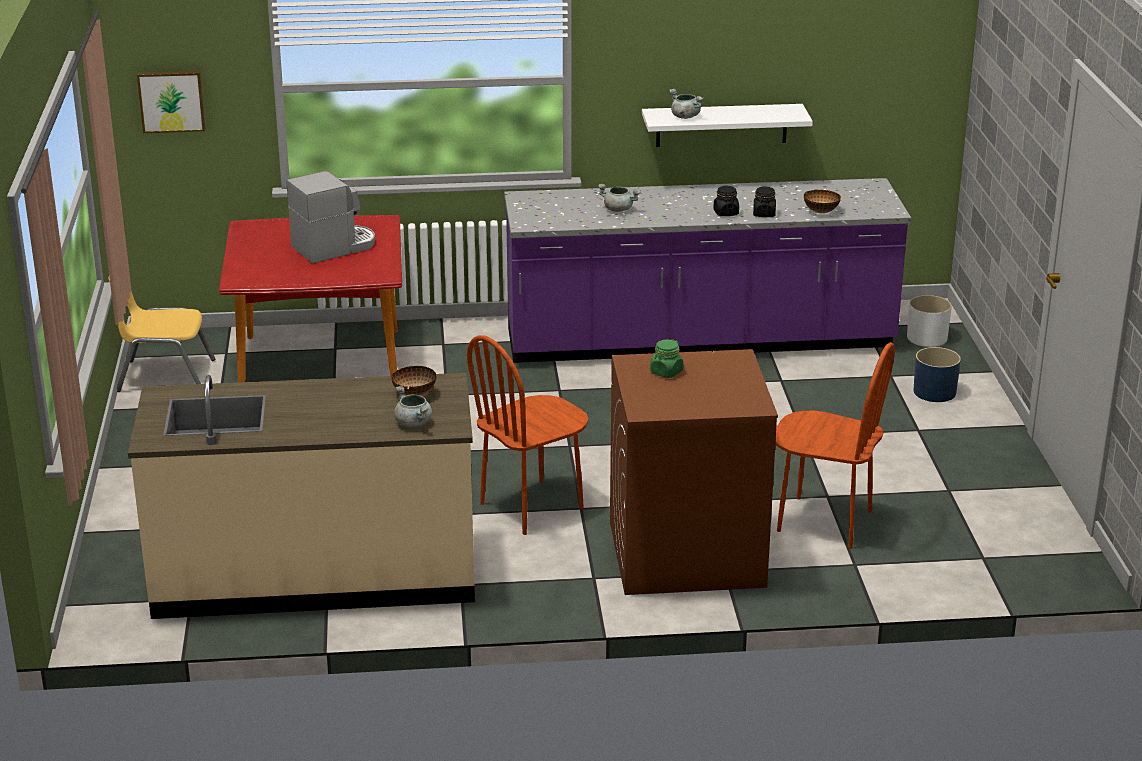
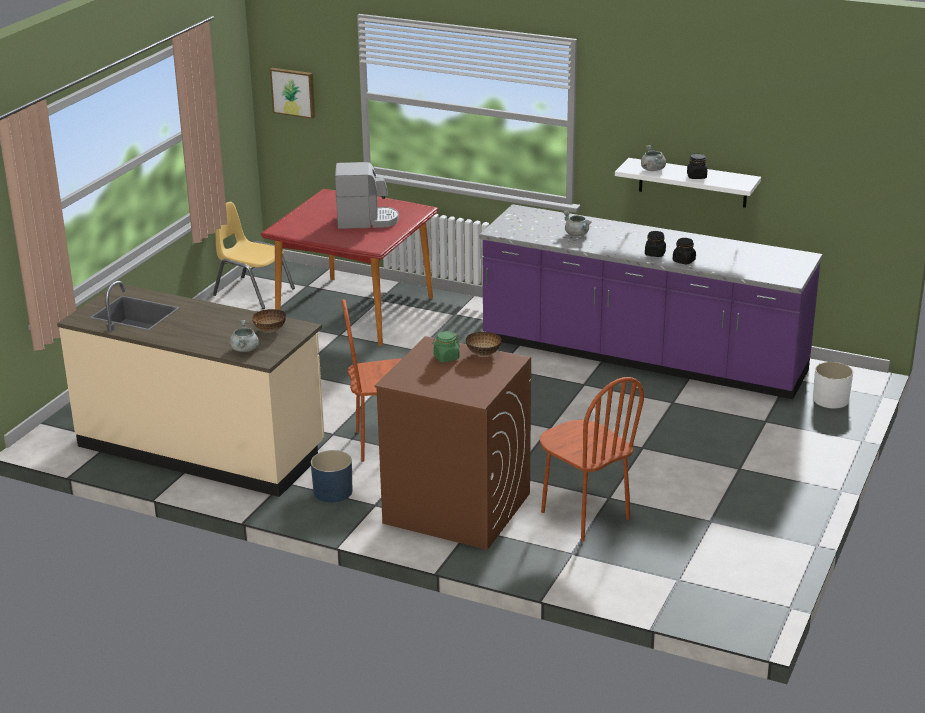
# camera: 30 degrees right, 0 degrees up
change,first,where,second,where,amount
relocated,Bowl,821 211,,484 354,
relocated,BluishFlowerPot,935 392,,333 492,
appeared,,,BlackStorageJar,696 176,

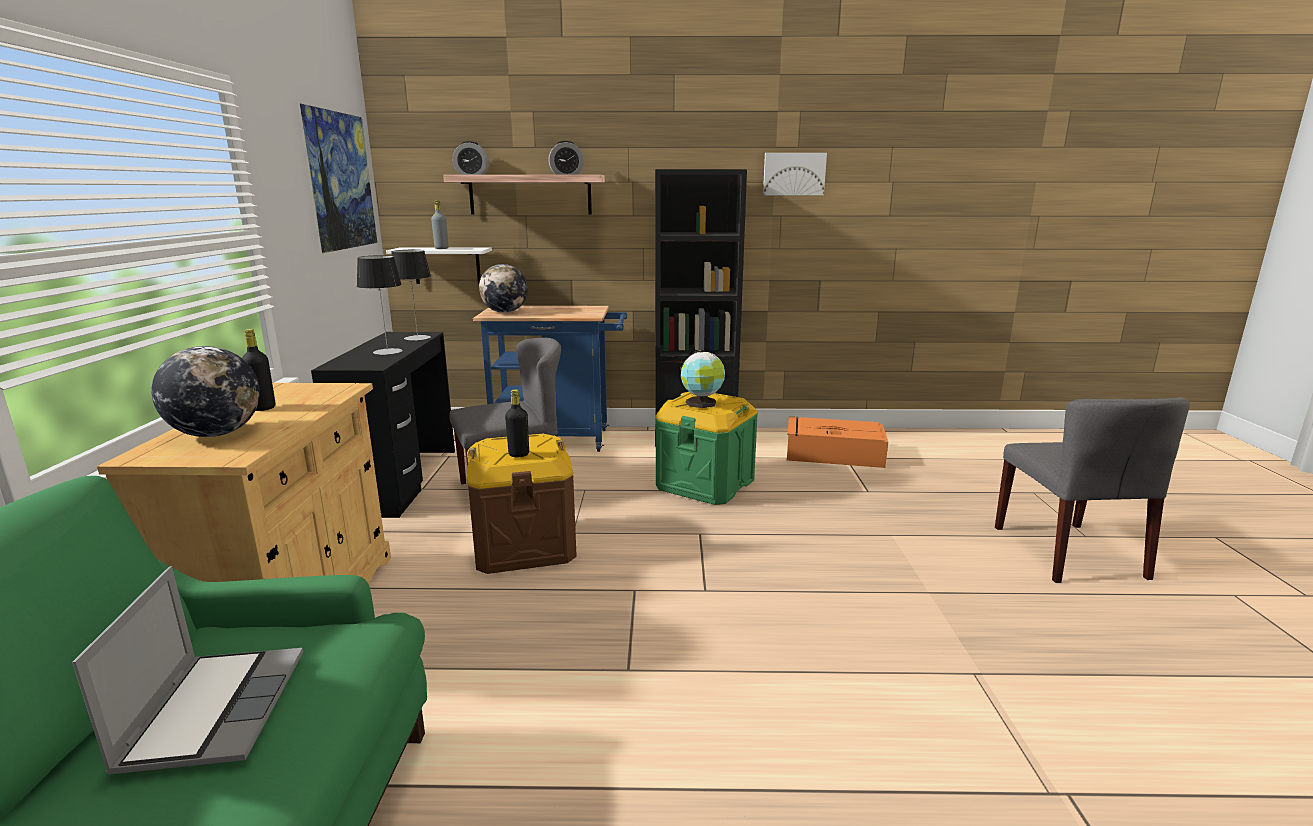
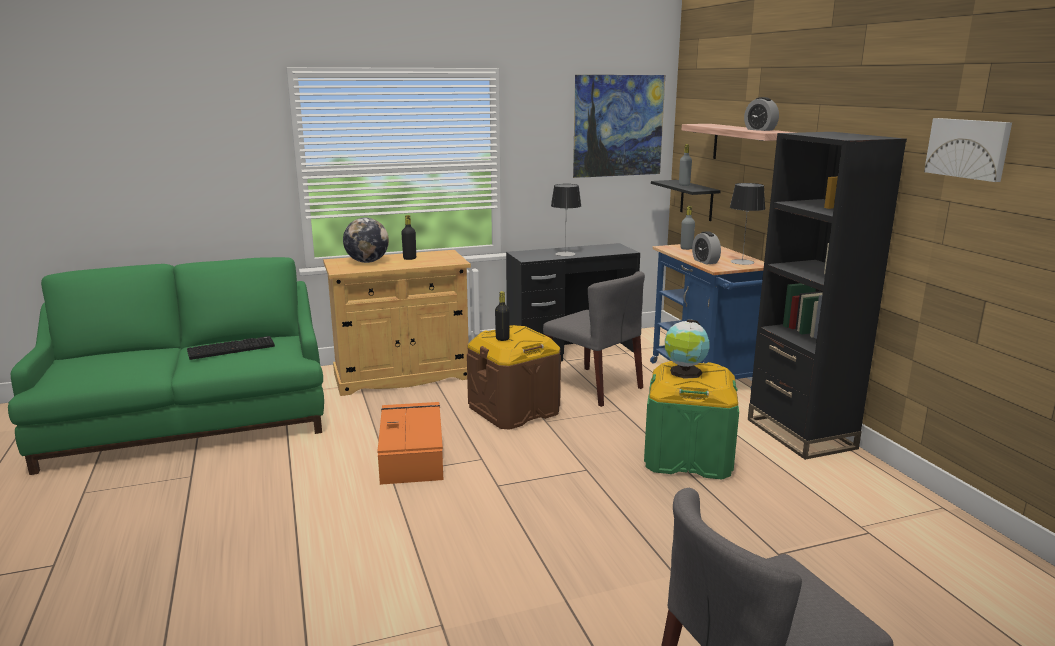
# camera: 70 degrees right, 0 degrees up
change,first,where,second,where,amount
relocated,TableClock,472 174,,705 261,
colour,WhiteWallShelf,447 265,BlackWallShelf,696 200,
relocated,TableLamp,417 338,,742 262,
exchanged,DeskGlobe,505 312,GreyDrinkBottle,686 248,
relocated,OrangeyStorageContainer,832 454,,412 454,
exchanged,NotebookComputer,214 709,Keyboard,232 348,

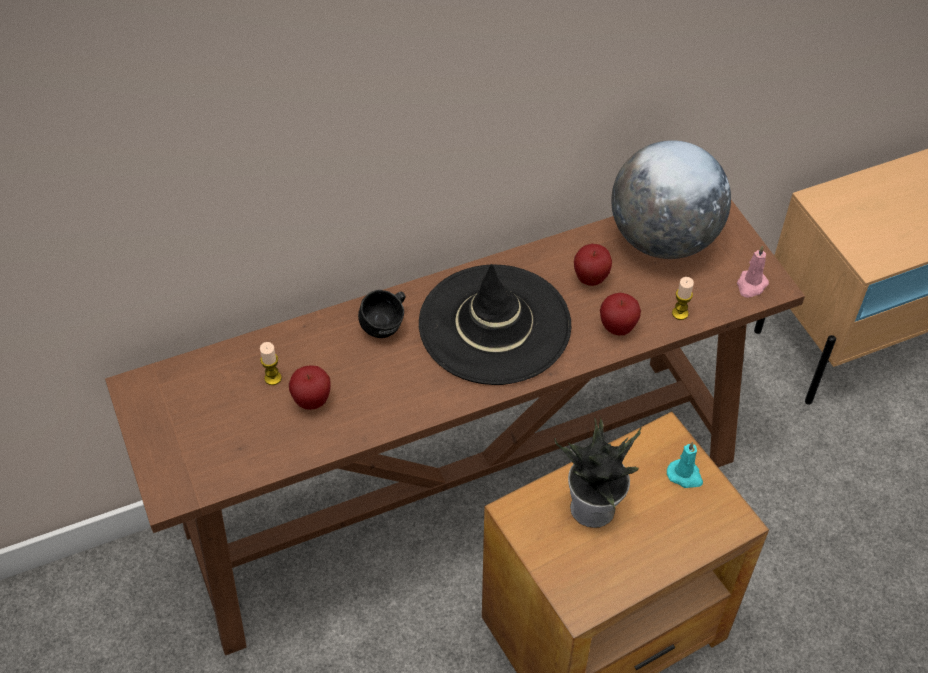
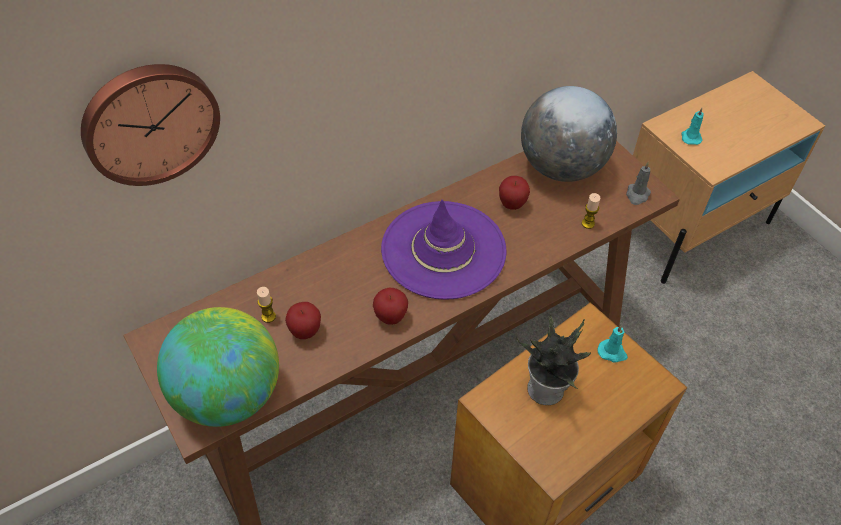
# camera: 10 degrees left, 0 degrees up
change,first,where,second,where,amount
colour,PinkColouredWaxLight,751 285,GreyWaxLight,637 195,
colour,BlackWearableHat,495 325,PurpleWearableHat,443 250,
missing,BlackTeaMug,387 325,,,
relocated,AppleFruit,617 328,,390 317,
appeared,,,HangingClock,149 122,
appeared,,,BlueGreenWaxLight,690 137,
appeared,,,DeskGlobe,228 395,

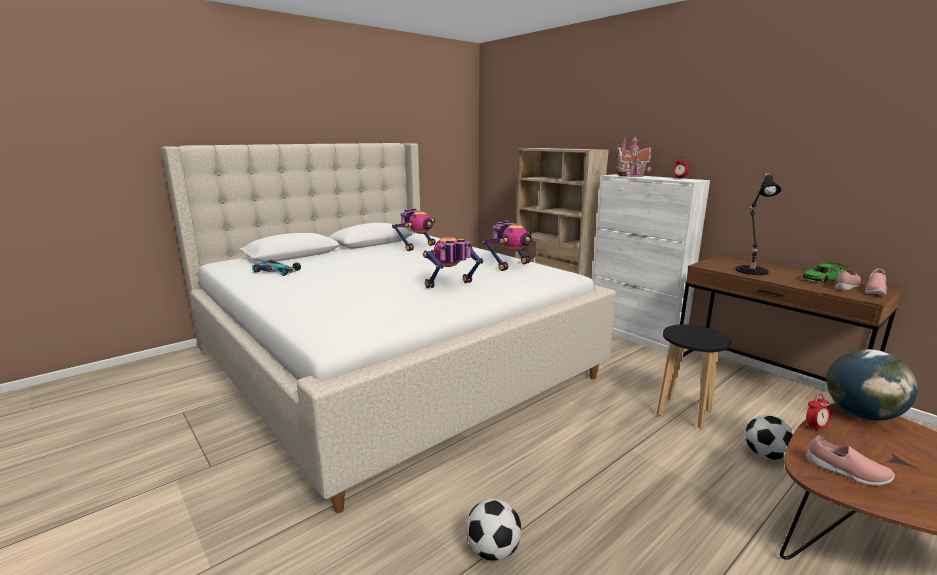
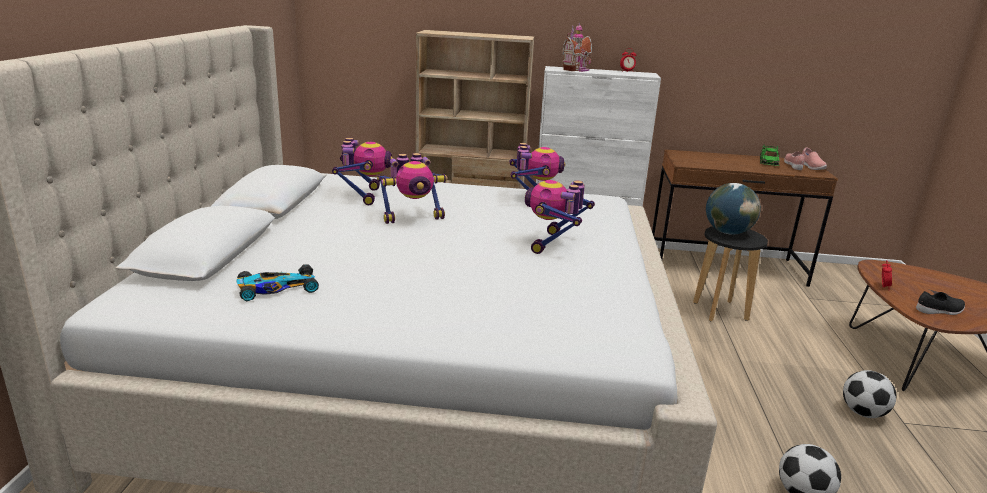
# camera: 45 degrees left, 5 degrees up
change,first,where,second,where,amount
missing,BlackTableLamp,750 270,,,
relocated,DeskGlobe,860 414,,727 232,
relocated,Football,765 455,,863 413,
colour,PinkColouredItemOfFootwear,846 473,BlackItemOfFootwear,939 311,
appeared,,,ToyRobot,412 218,

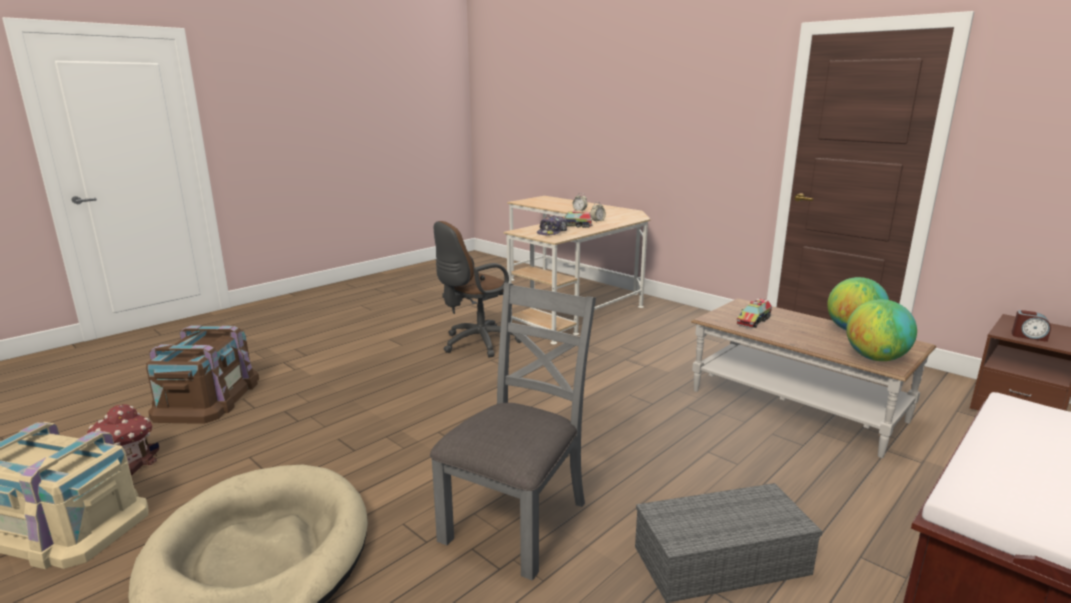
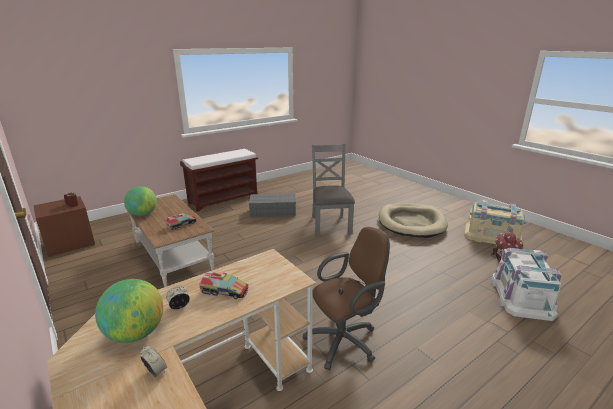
# camera: 170 degrees left, 5 degrees up
change,first,where,second,where,amount
missing,BaseballCap,552 232,,,
spun,GreyChair,517 521,,330 224,135 degrees clockwise
relocated,DeskGlobe,875 358,,136 333,
colour,BrownStorageContainer,207 397,WhiteStorageContainer,522 296,

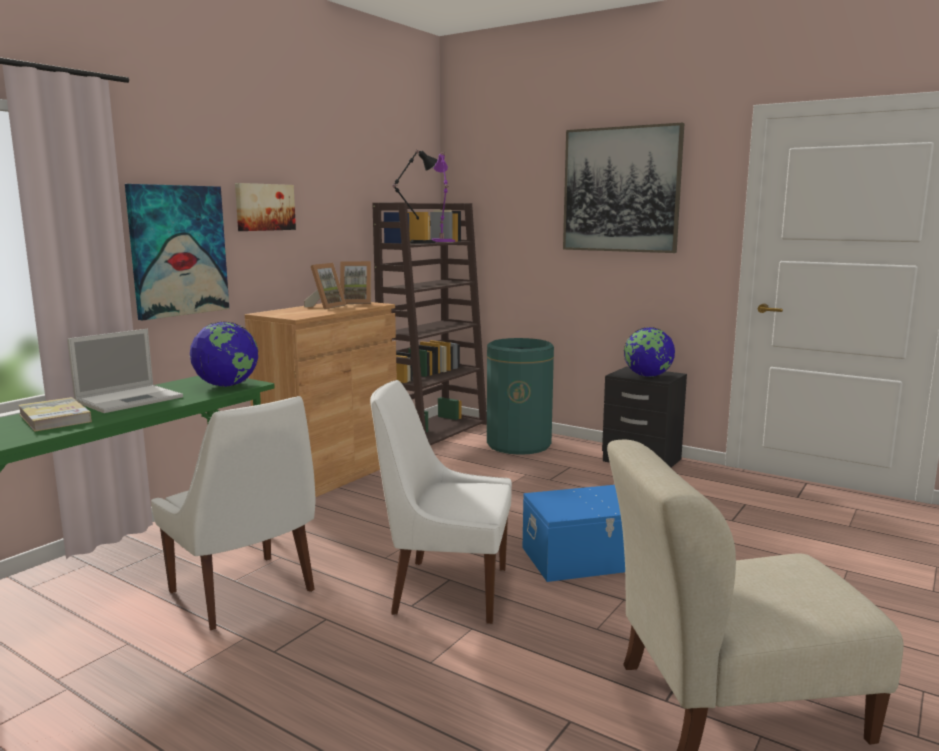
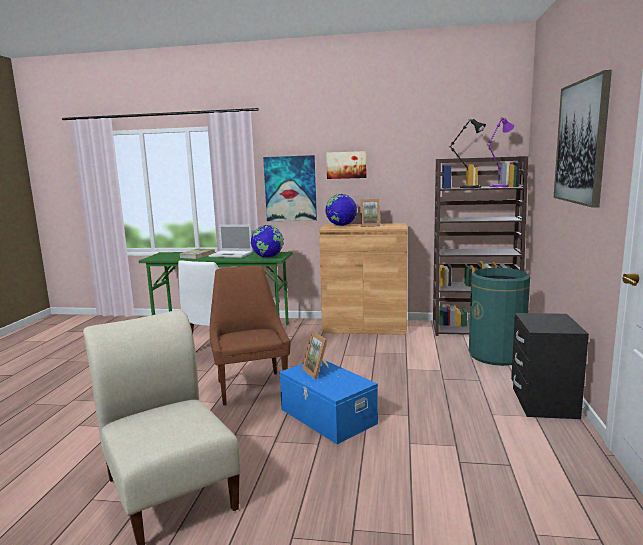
# camera: 65 degrees right, 0 degrees up
change,first,where,second,where,amount
relocated,PhotoFrame,356 302,,318 371,
relocated,DeskGlobe,647 376,,341 225,
colour,WhiteChair,445 590,BrownChair,251 386,

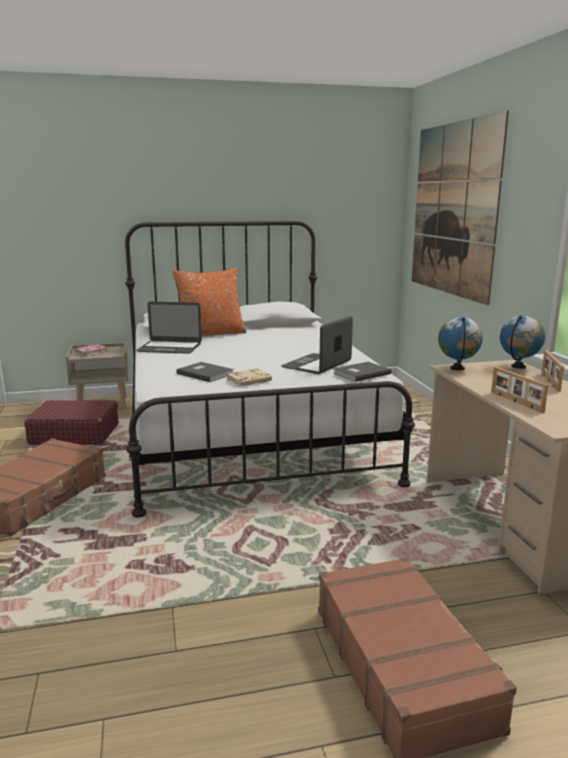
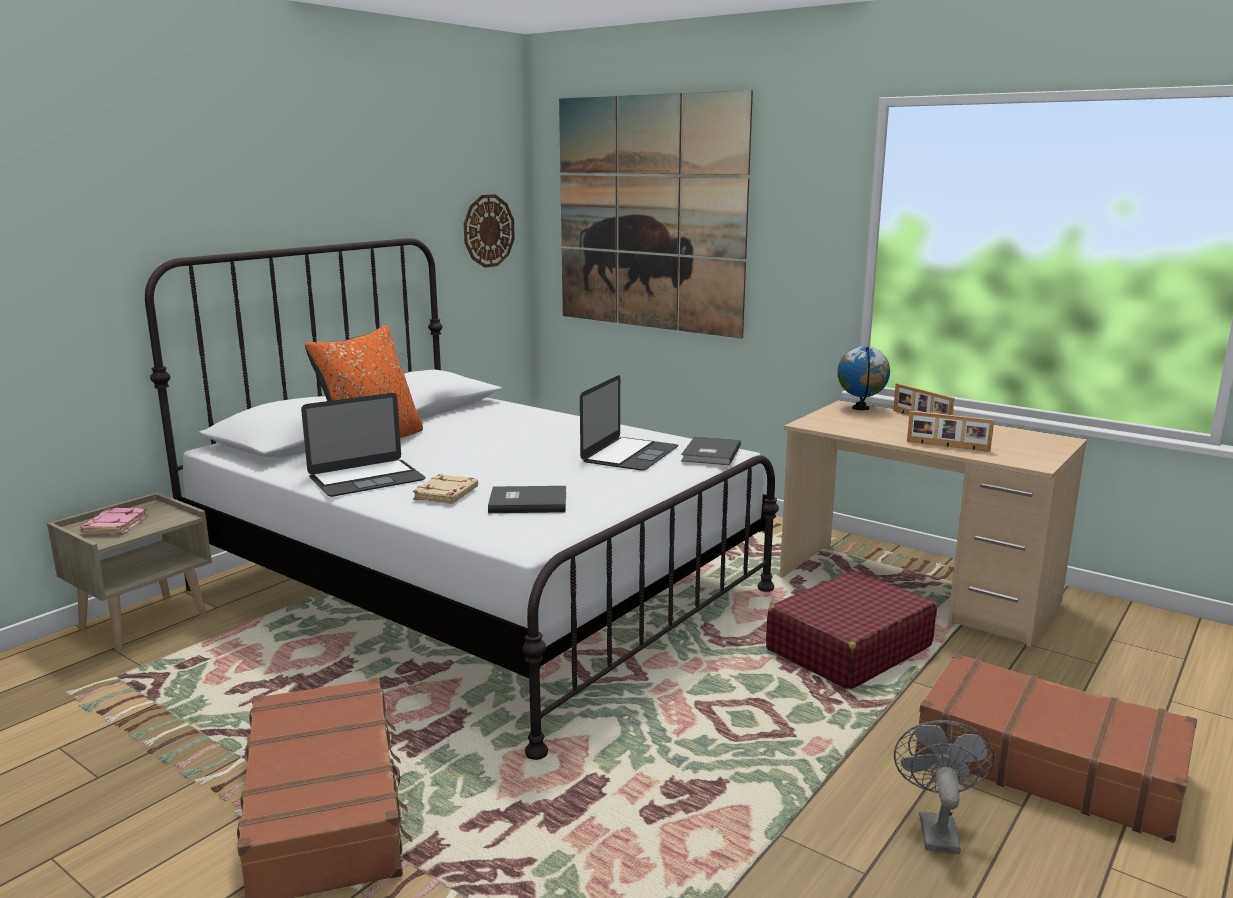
# camera: 40 degrees left, 0 degrees up
change,first,where,second,where,amount
spun,NotebookComputer,317 364,,630 454,150 degrees counterclockwise
missing,DeskGlobe,457 368,,,
relocated,BeigeColouredVolume,249 381,,446 495,
relocated,RedPieceOfLuggage,74 434,,848 648,
appeared,,,HangingClock,488 231,
appeared,,,GreyCoolingFan,936 828,

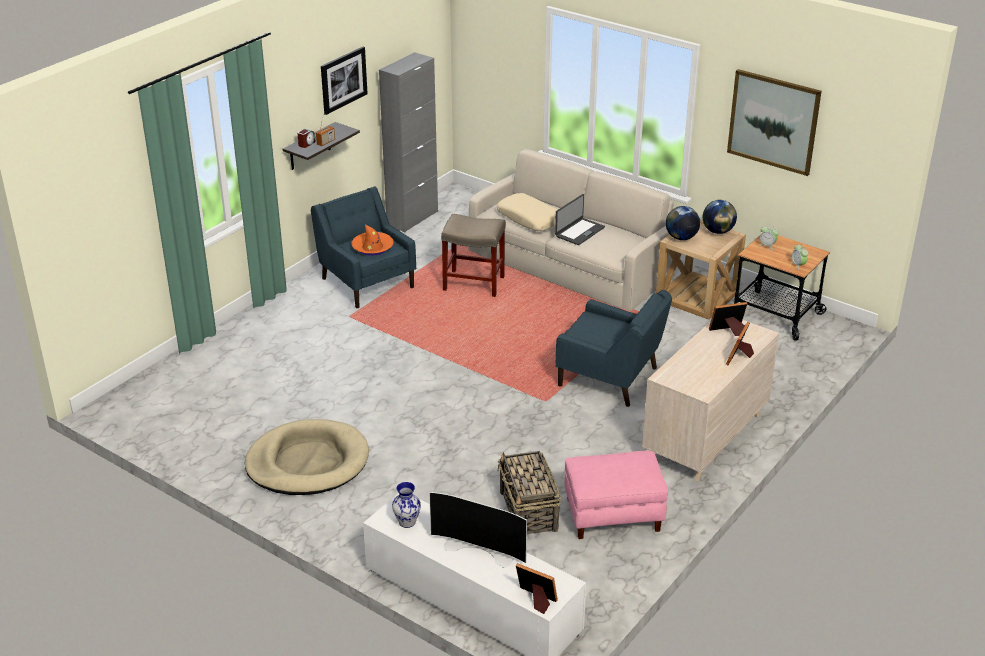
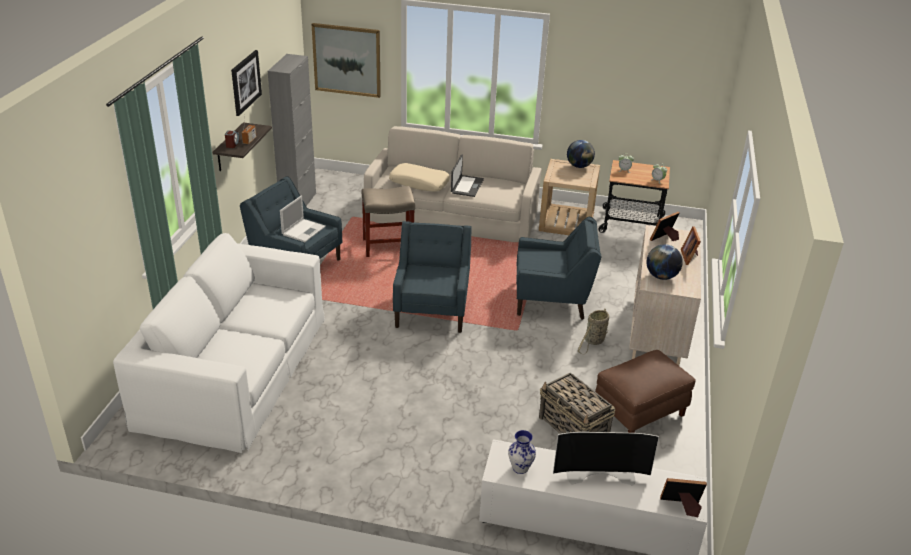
# camera: 25 degrees left, 0 degrees up
change,first,where,second,where,amount
relocated,Picture,773 121,,347 60,
relocated,DeskGlobe,681 238,,661 276,
exchanged,OrangeyWearableHat,372 247,NotebookComputer,304 230,
missing,BeigeColouredPetBed,307 462,,,
colour,PinkColouredPouffe,612 515,BrownPouffe,639 412,
appeared,,,BluishEasyChair,432 309,
appeared,,,WhiteCouch,233 369,
appeared,,,HouseholdBasket,593 341,

